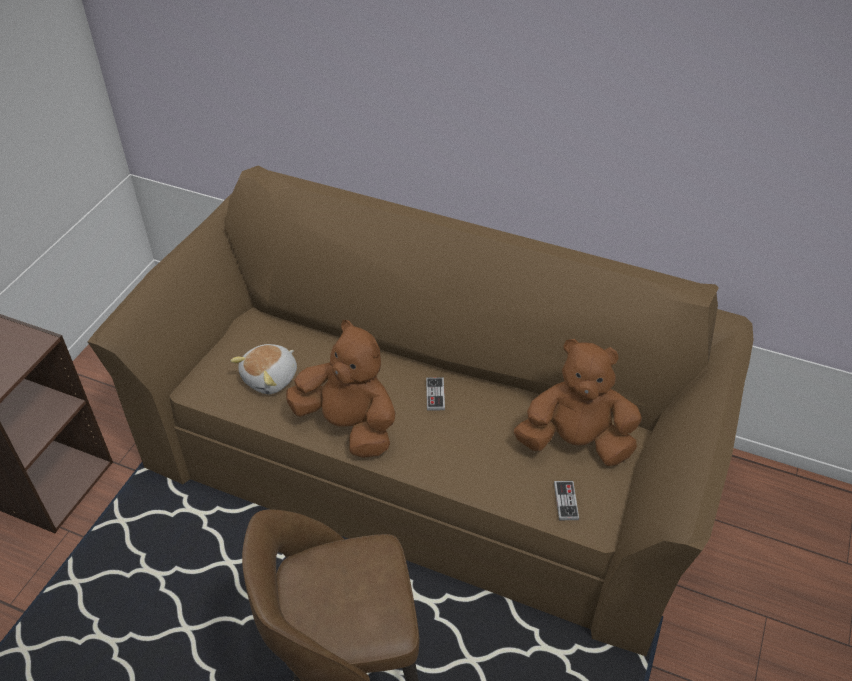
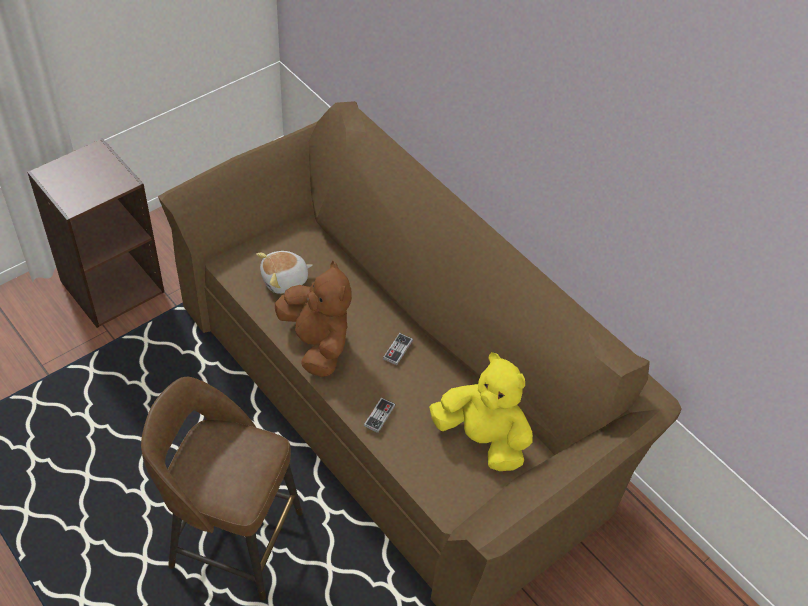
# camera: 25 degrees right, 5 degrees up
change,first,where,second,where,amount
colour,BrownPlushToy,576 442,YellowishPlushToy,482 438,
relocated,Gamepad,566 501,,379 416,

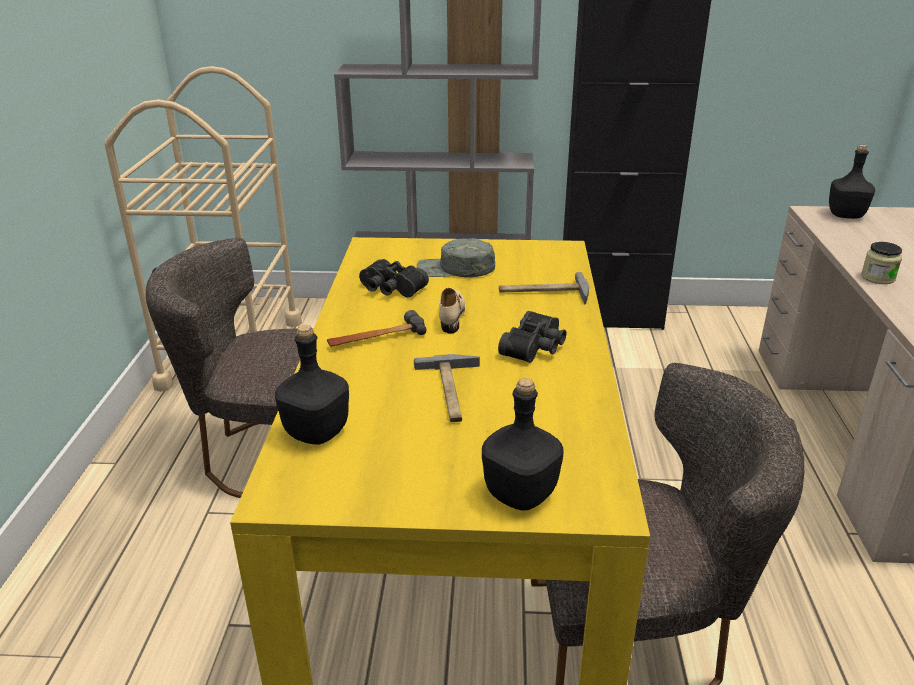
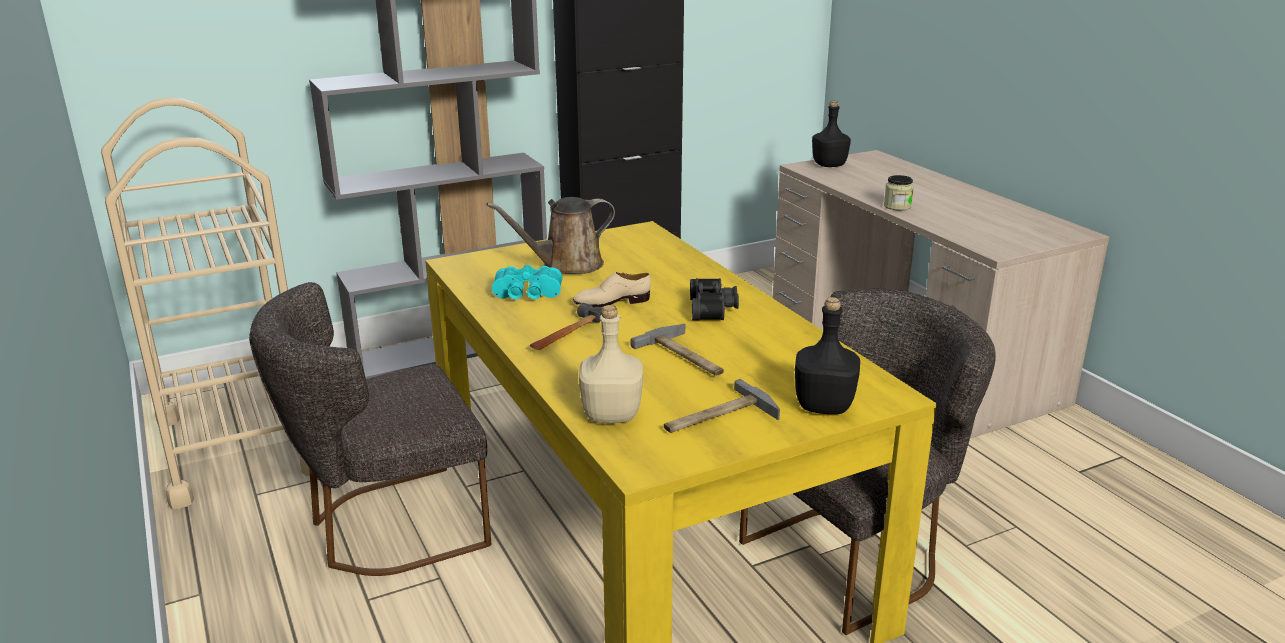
# camera: 30 degrees left, 5 degrees down
change,first,where,second,where,amount
exchanged,GreyBaseballCap,456 268,BrownSprinklingCan,566 265,
colour,BlackBinoculars,390 289,BlueGreenBinoculars,527 295,
relocated,ToolHammer,543 292,,717 417,
spun,BeigeColouredItemOfFootwear,451 315,,612 302,75 degrees counterclockwise
colour,BlackDrinkBottle,317 431,BeigeColouredDrinkBottle,611 414,

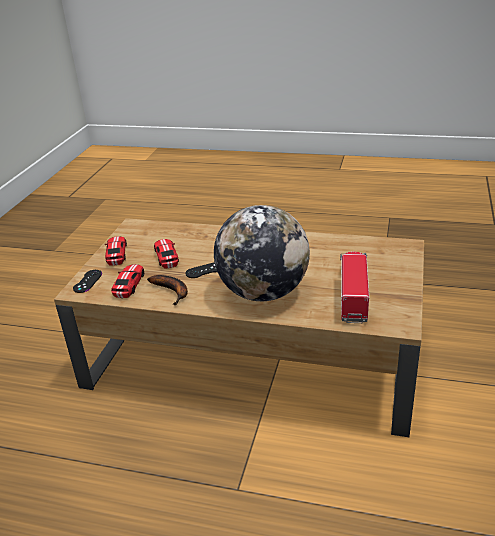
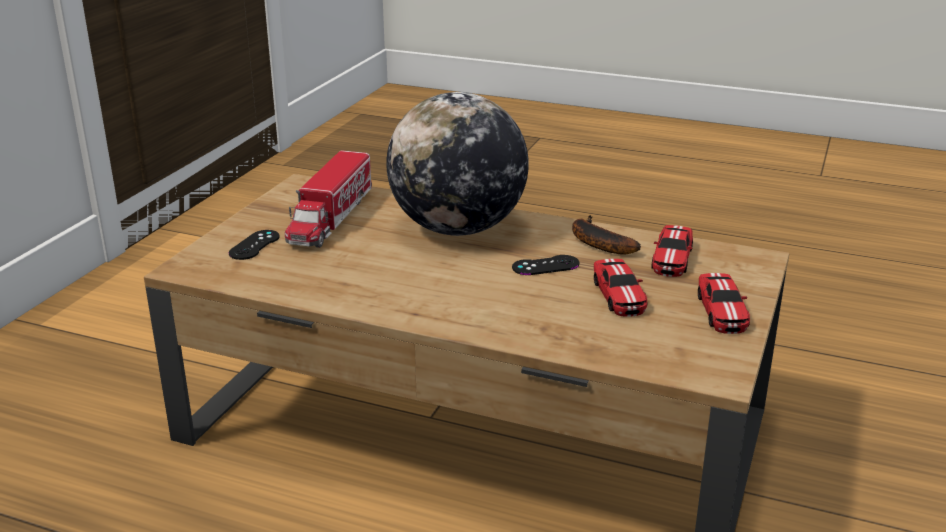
# camera: 175 degrees left, 5 degrees down
change,first,where,second,where,amount
relocated,BlackGamepad,87 281,,254 245,

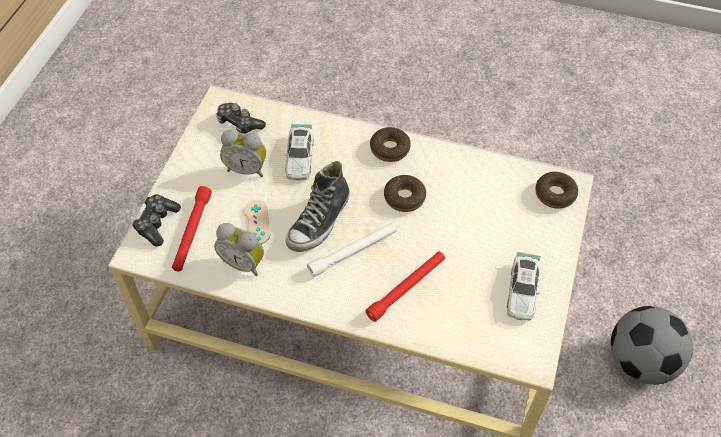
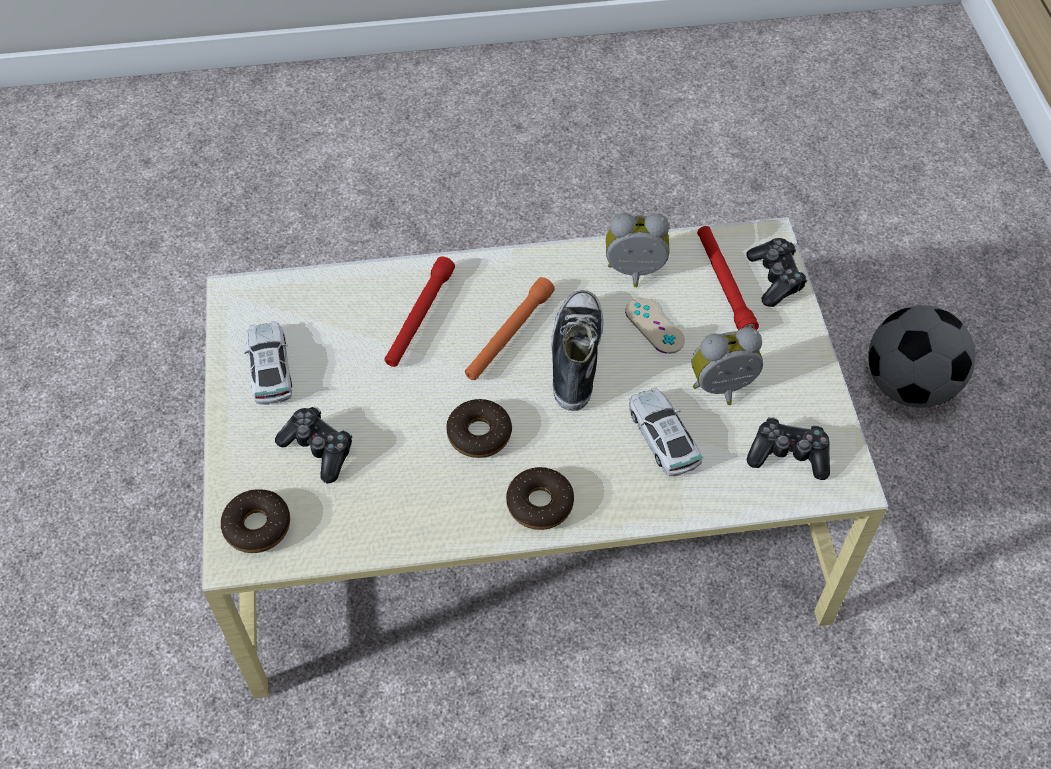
# camera: 155 degrees right, 0 degrees up
change,first,where,second,where,amount
colour,WhiteTorch,353 252,OrangeyTorch,509 335,
relocated,Football,640 362,,908 385,
appeared,,,Gamepad,319 449,

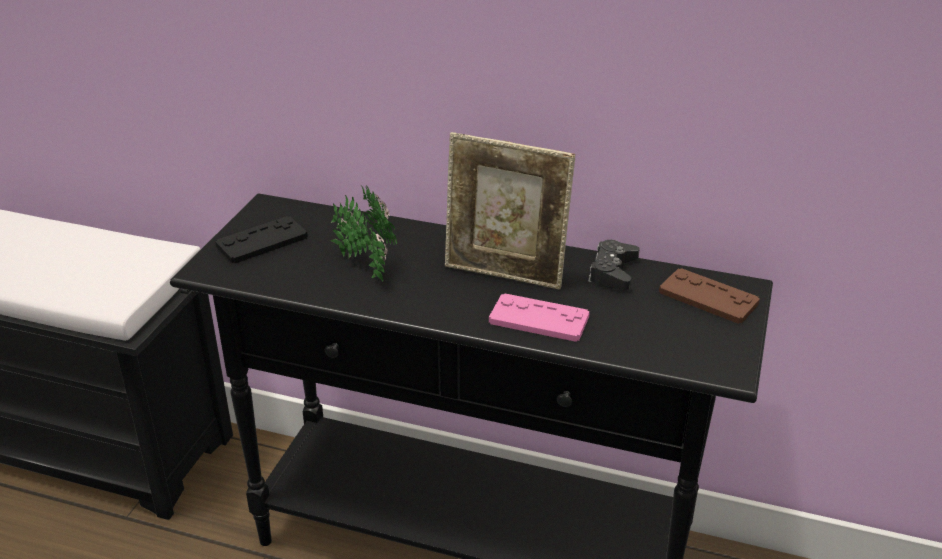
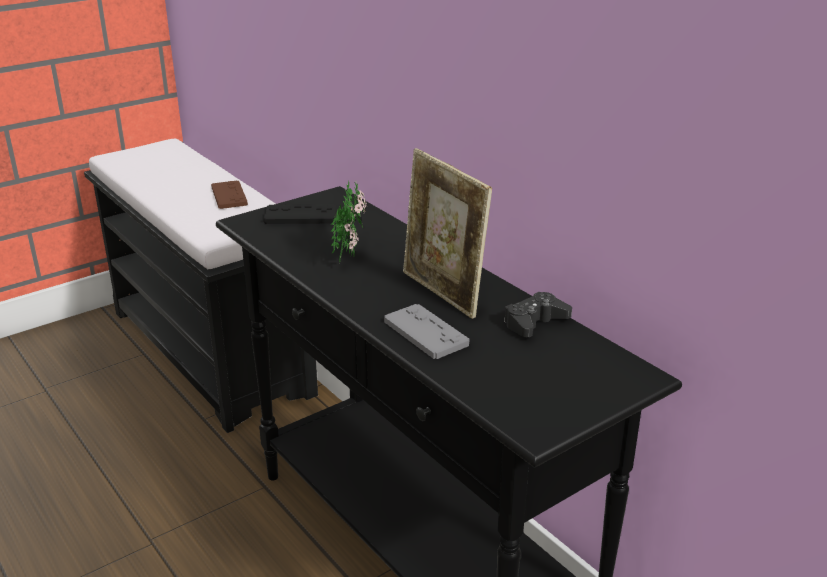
# camera: 35 degrees right, 5 degrees down
change,first,where,second,where,amount
relocated,BrownGamepad,708 297,,229 196,
colour,PinkColouredGamepad,539 319,GreyGamepad,425 333,

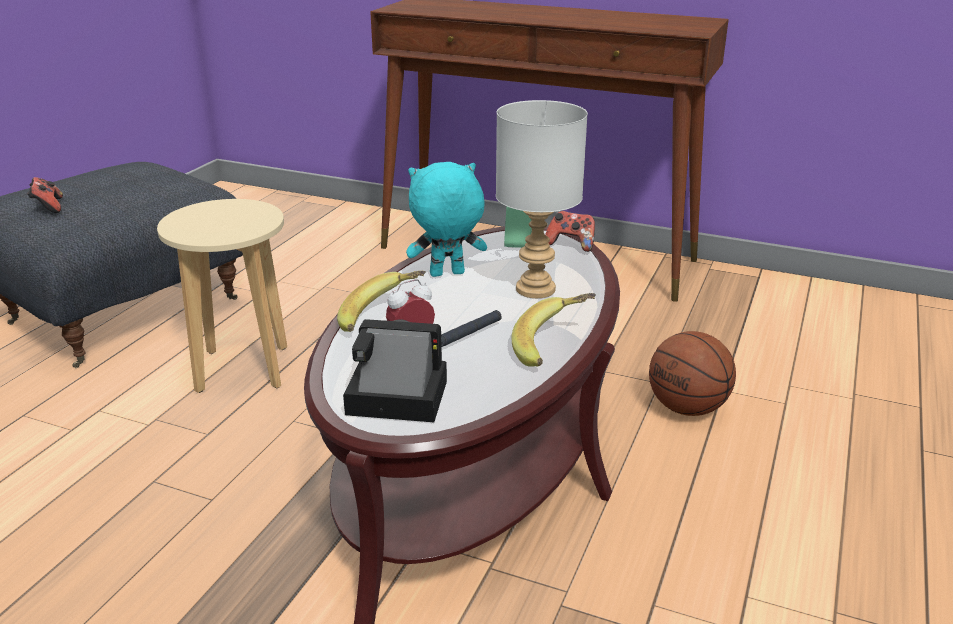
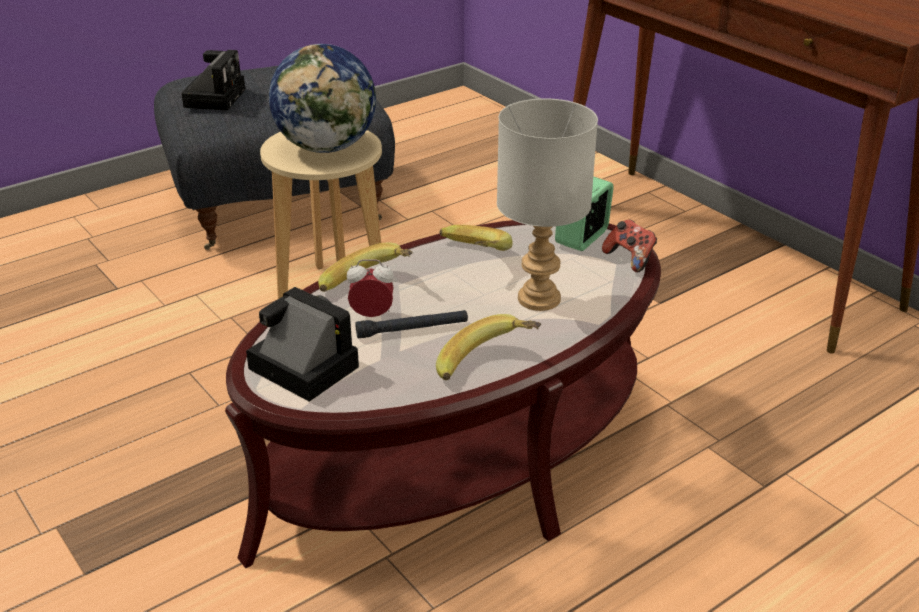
# camera: 30 degrees right, 5 degrees up
change,first,where,second,where,amount
exchanged,BlueGreenPlushToy,446 274,WholeBanana,471 258,
exchanged,Gamepad,48 207,PhotoCamera,215 97,
missing,Basketball,688 408,,,
appeared,,,DeskGlobe,327 147,

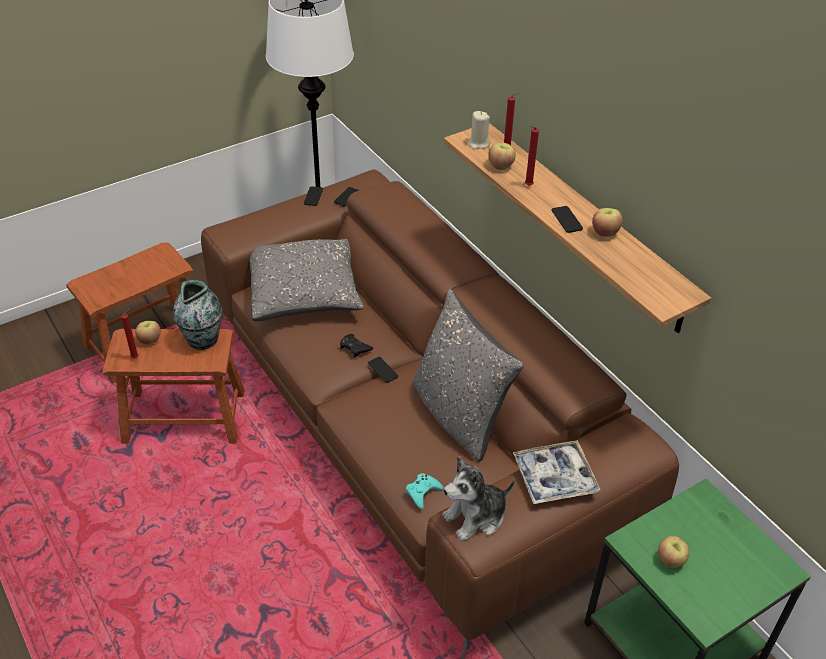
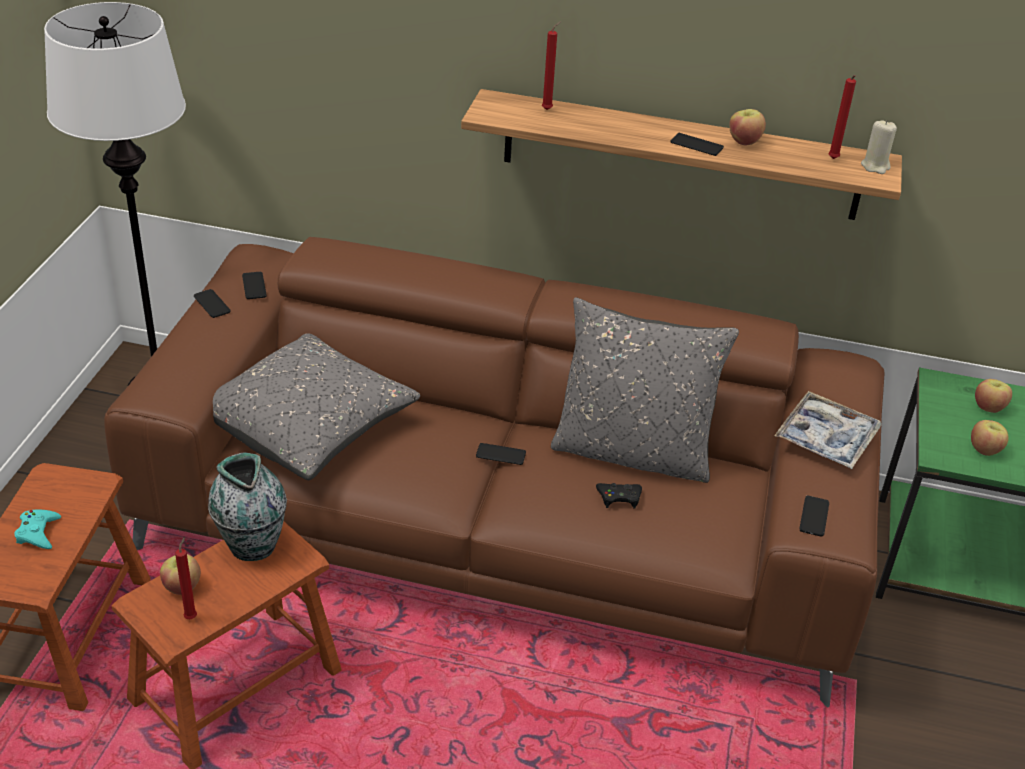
# camera: 45 degrees left, 5 degrees down
change,first,where,second,where,amount
relocated,BeigeColouredWaxLight,478 144,,875 166,
relocated,RedWaxLight,527 186,,833 159,
relocated,AppleFruit,501 166,,988 407,
relocated,BlackGamepad,355 348,,619 497,
exchanged,PlushToy,476 517,Telephone,814 516,
relocated,BlueGreenGamepad,422 492,,38 533,

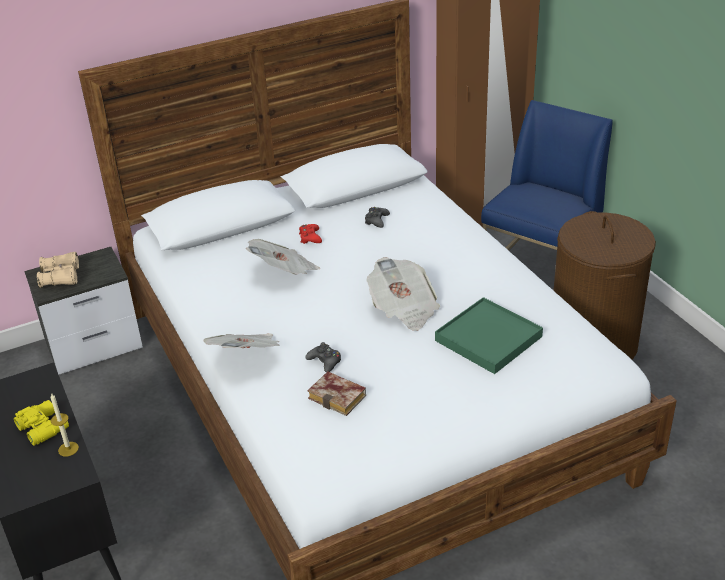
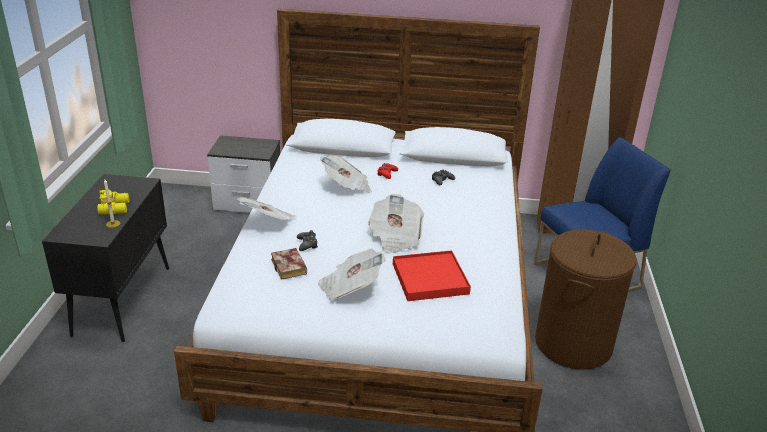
# camera: 30 degrees right, 5 degrees down
change,first,where,second,where,amount
missing,BeigeColouredBinoculars,60 277,,,
colour,GreenishCarryingTray,488 338,RedCarryingTray,430 279,
appeared,,,DailyPaper,350 288,

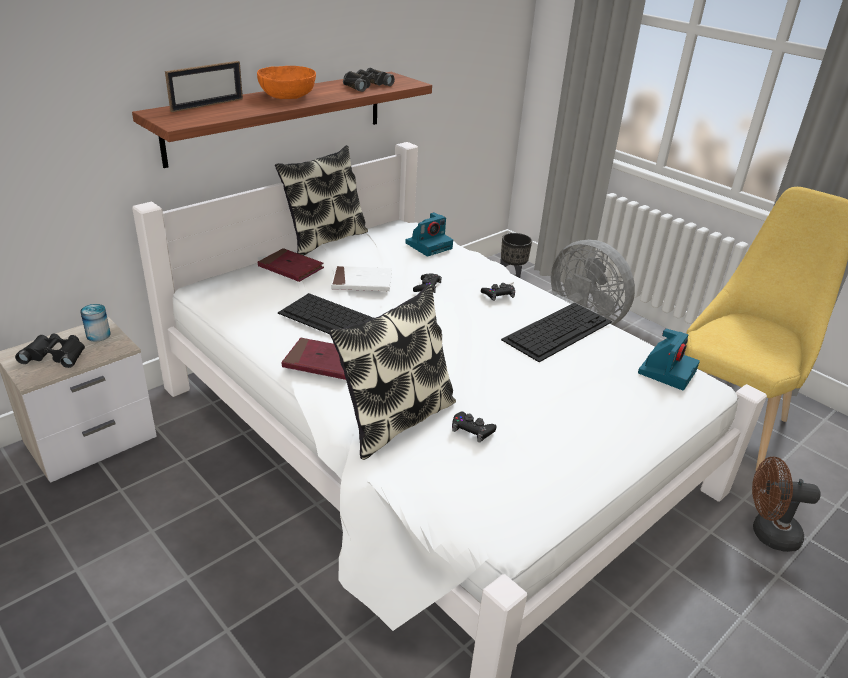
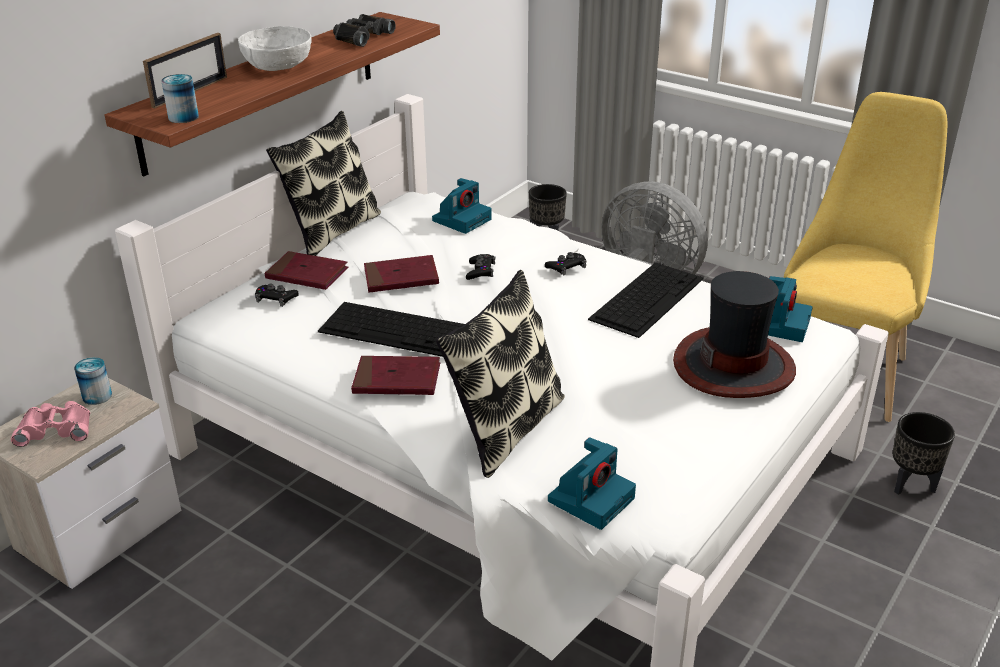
# camera: 10 degrees left, 0 degrees up
change,first,where,second,where,amount
colour,OrangeyBowl,287 96,WhiteBowl,277 65,
colour,WhiteVolume,362 282,RedVolume,401 278,
colour,BlackBinoculars,55 355,PinkColouredBinoculars,56 429,
relocated,BlackGamepad,472 430,,276 299,
exchanged,BrownCoolingFan,767 533,BlackFlowerPot,912 485,
appeared,,,SealedCan,183 117,
appeared,,,WearableHat,734 365,
appeared,,,PhotoCamera,591 498,

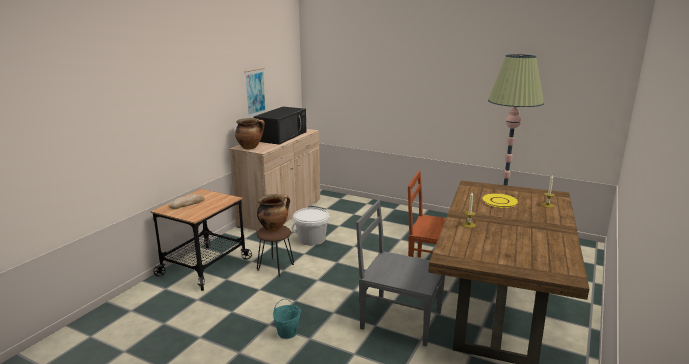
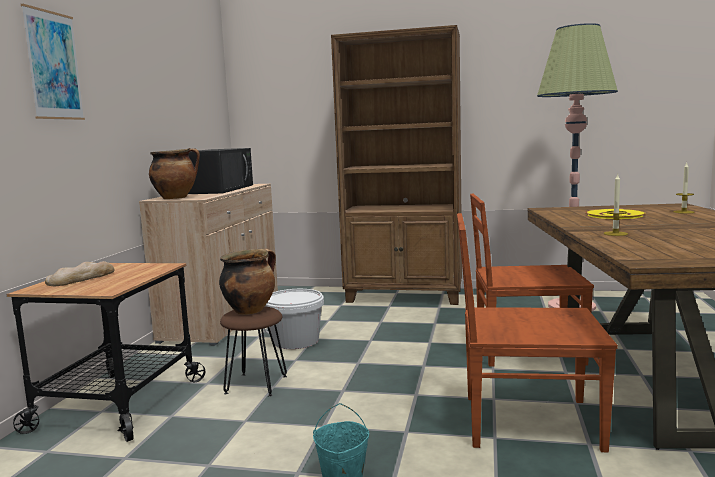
# camera: 15 degrees left, 10 degrees down
change,first,where,second,where,amount
relocated,Picture,255 93,,53 65,
colour,GreyChair,399 319,BrownChair,526 422,
appeared,,,BrownBookshelf,405 296,

